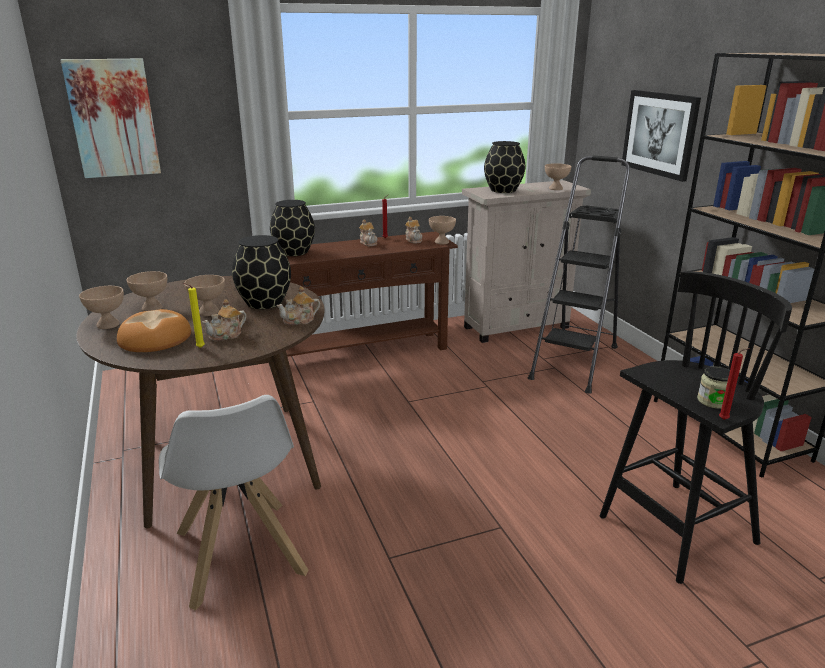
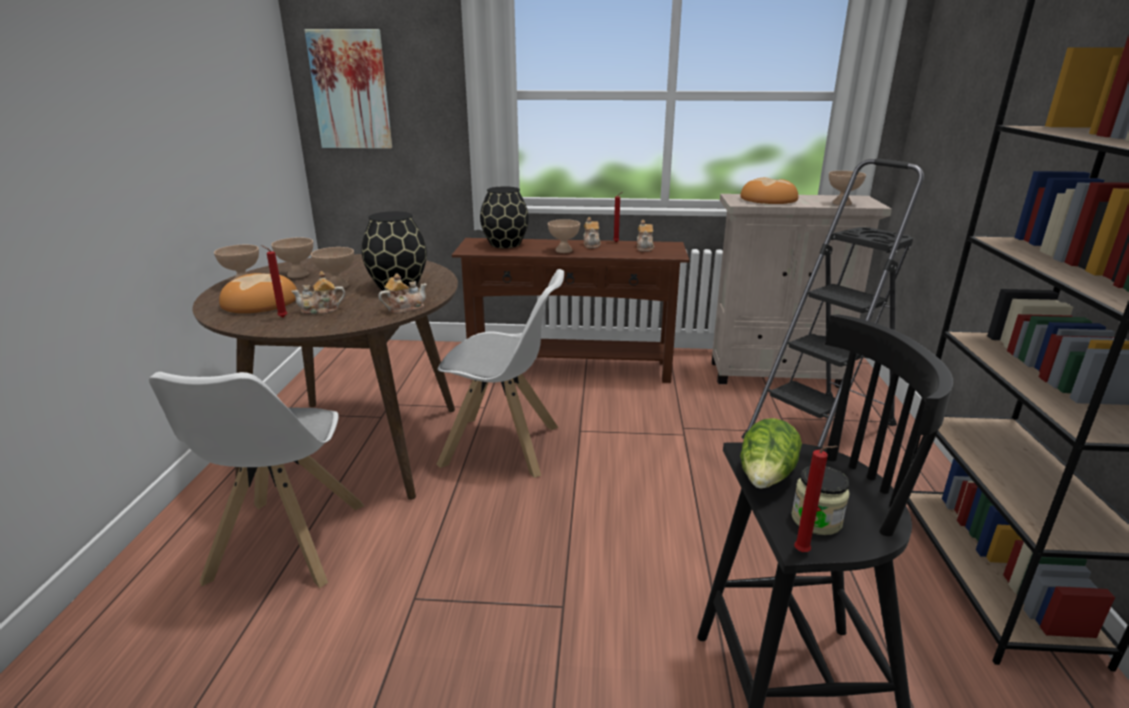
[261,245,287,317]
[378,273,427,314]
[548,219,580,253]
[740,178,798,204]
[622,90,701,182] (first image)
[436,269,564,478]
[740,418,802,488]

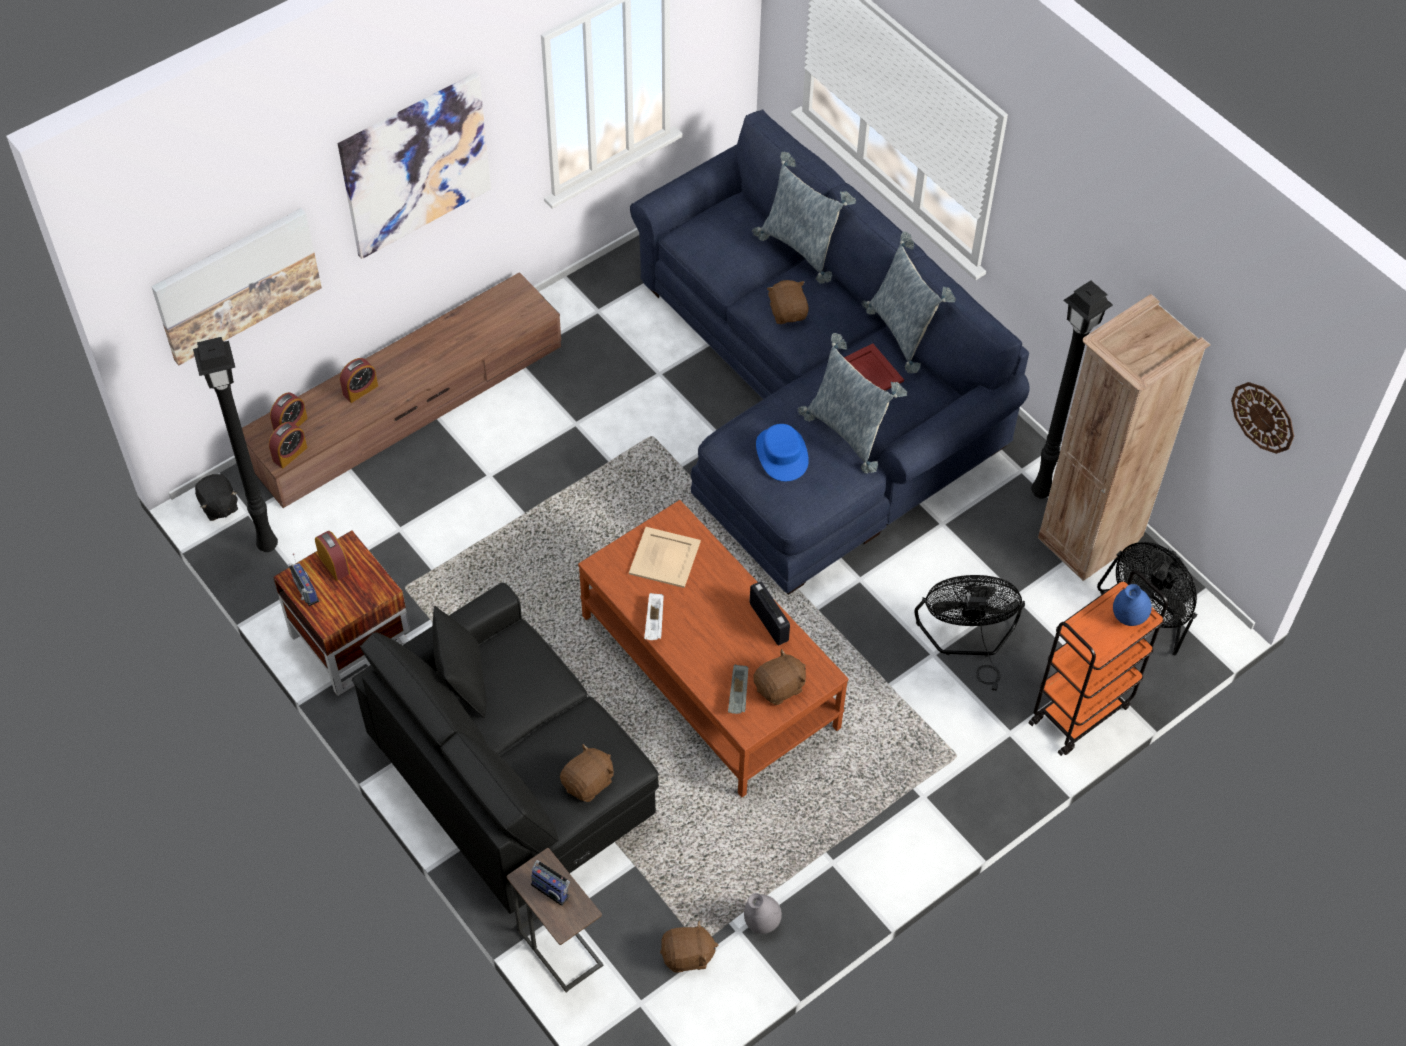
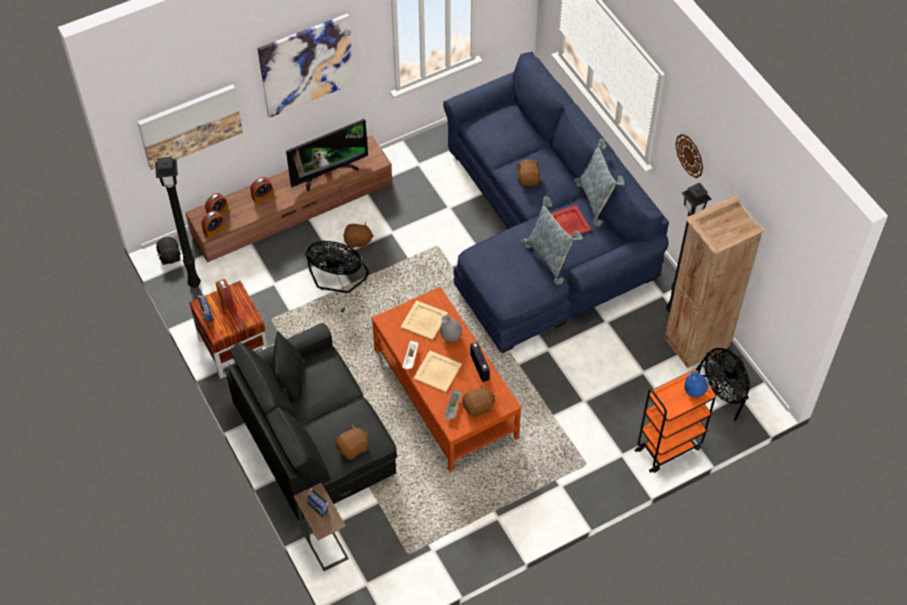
[343,222,374,248]
[440,315,462,342]
[752,152,856,284] (first image)
[756,424,809,481] (first image)
[305,241,369,312]
[675,134,703,178]
[286,119,368,191]
[413,351,462,392]

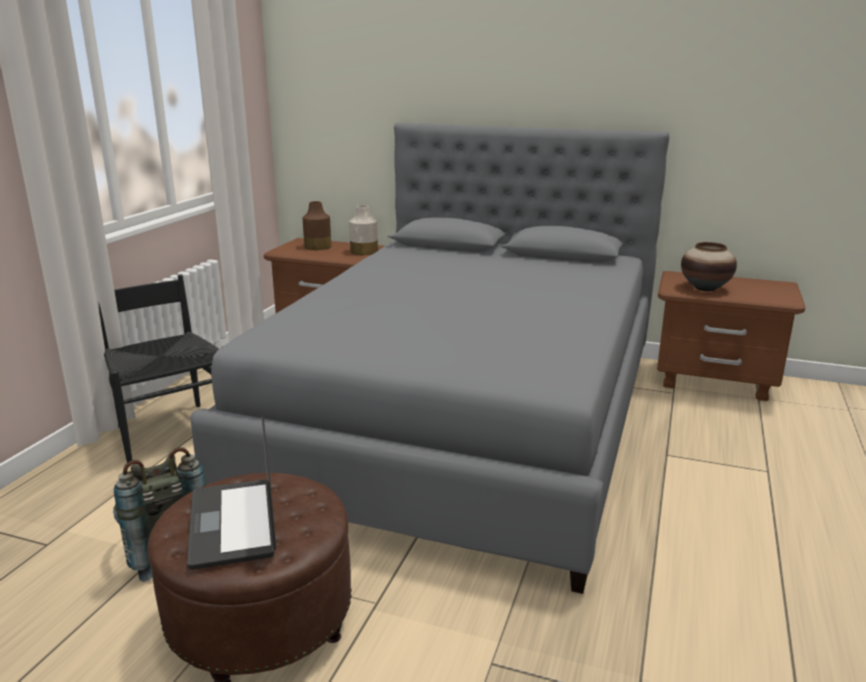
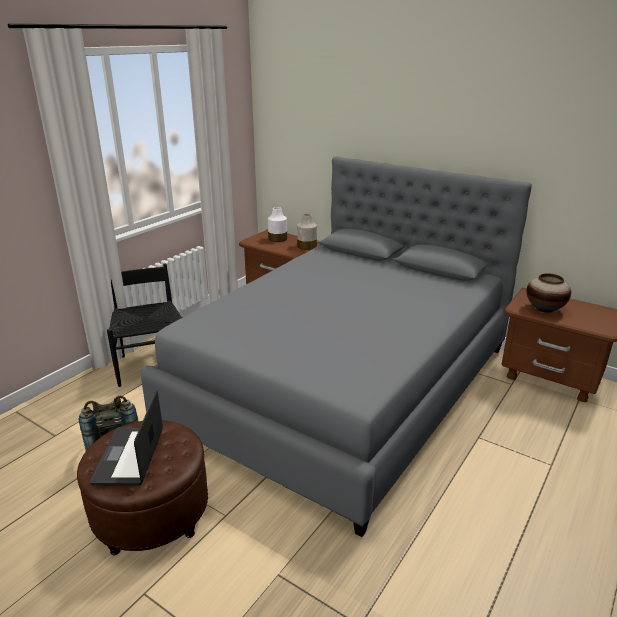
[268,207,287,242]

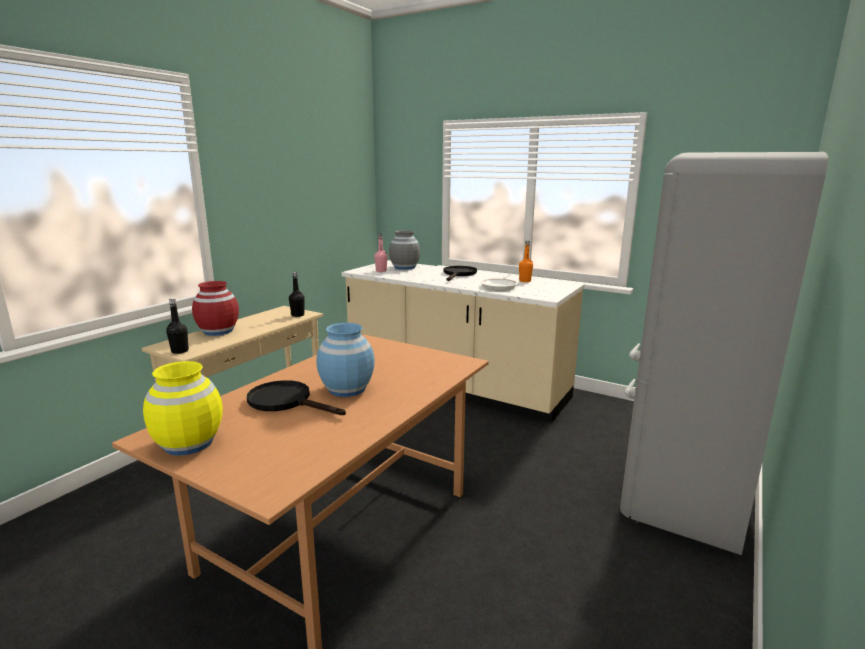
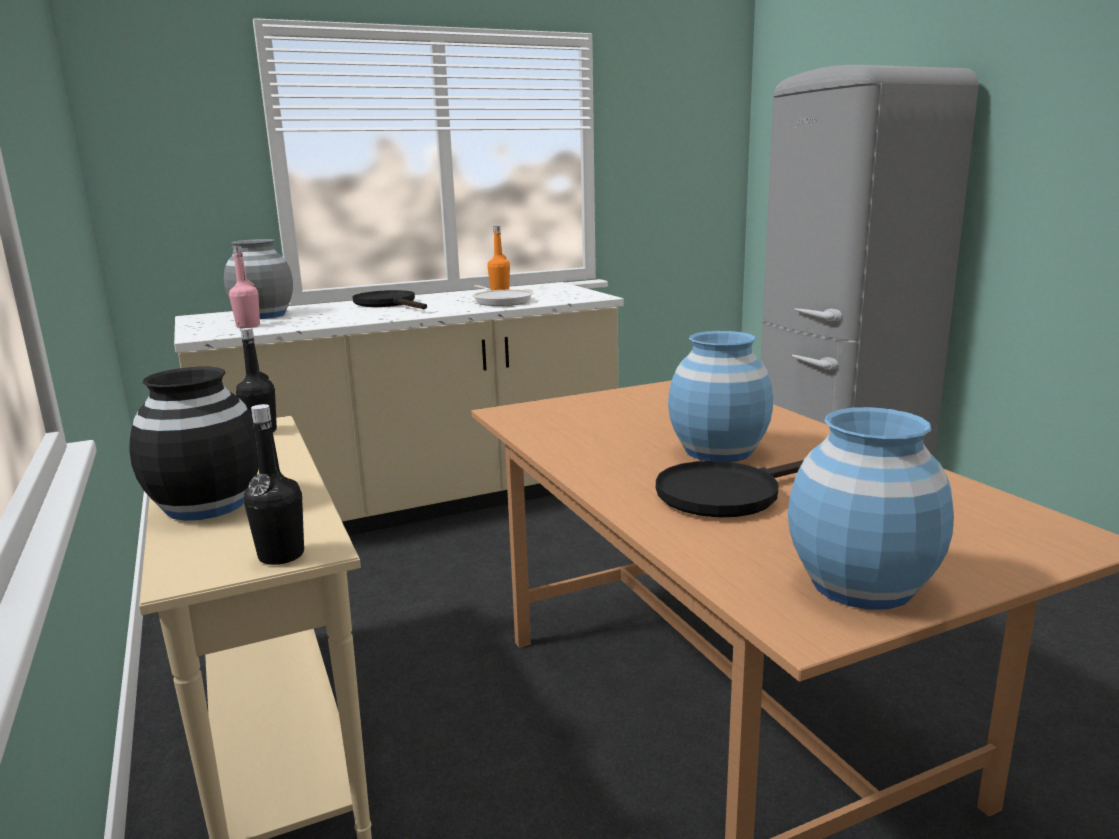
[788,407,954,610]
[129,367,259,521]

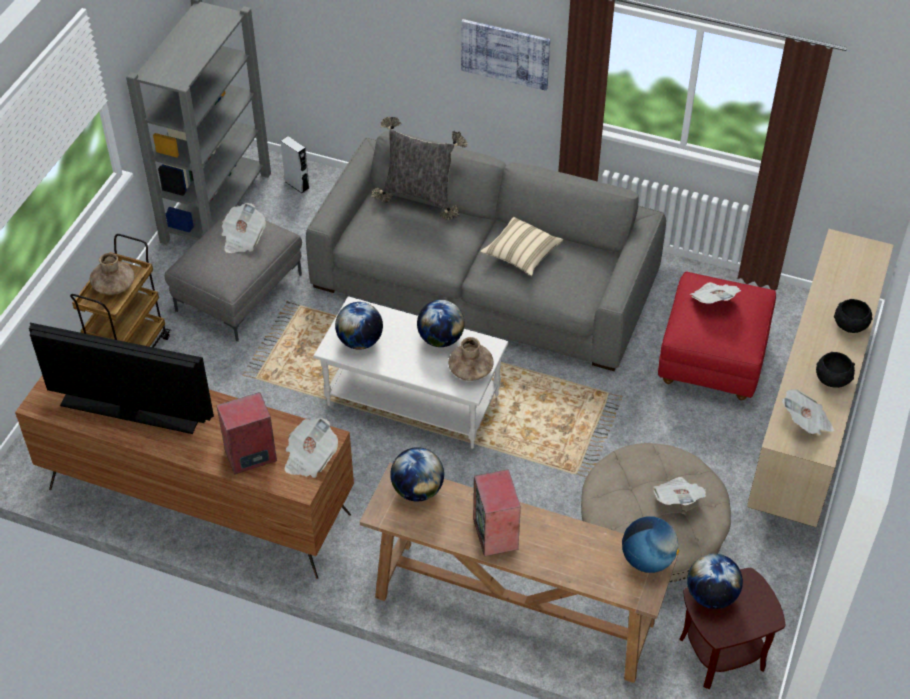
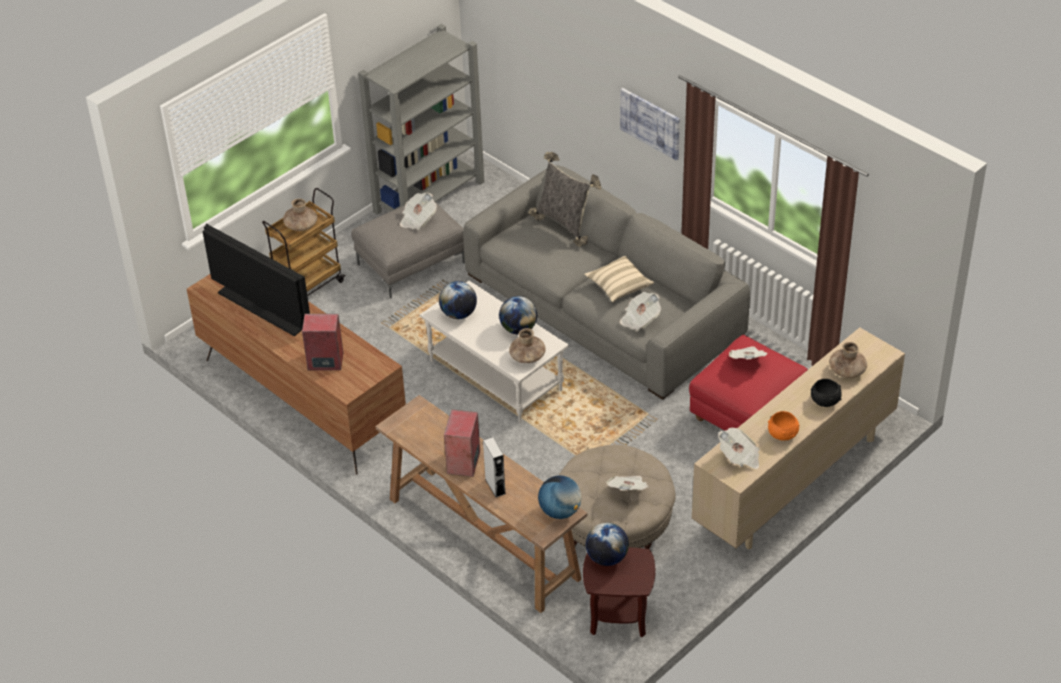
[483,437,506,497]
[620,292,661,331]
[390,447,444,501] (first image)
[768,411,799,441]
[829,342,867,378]

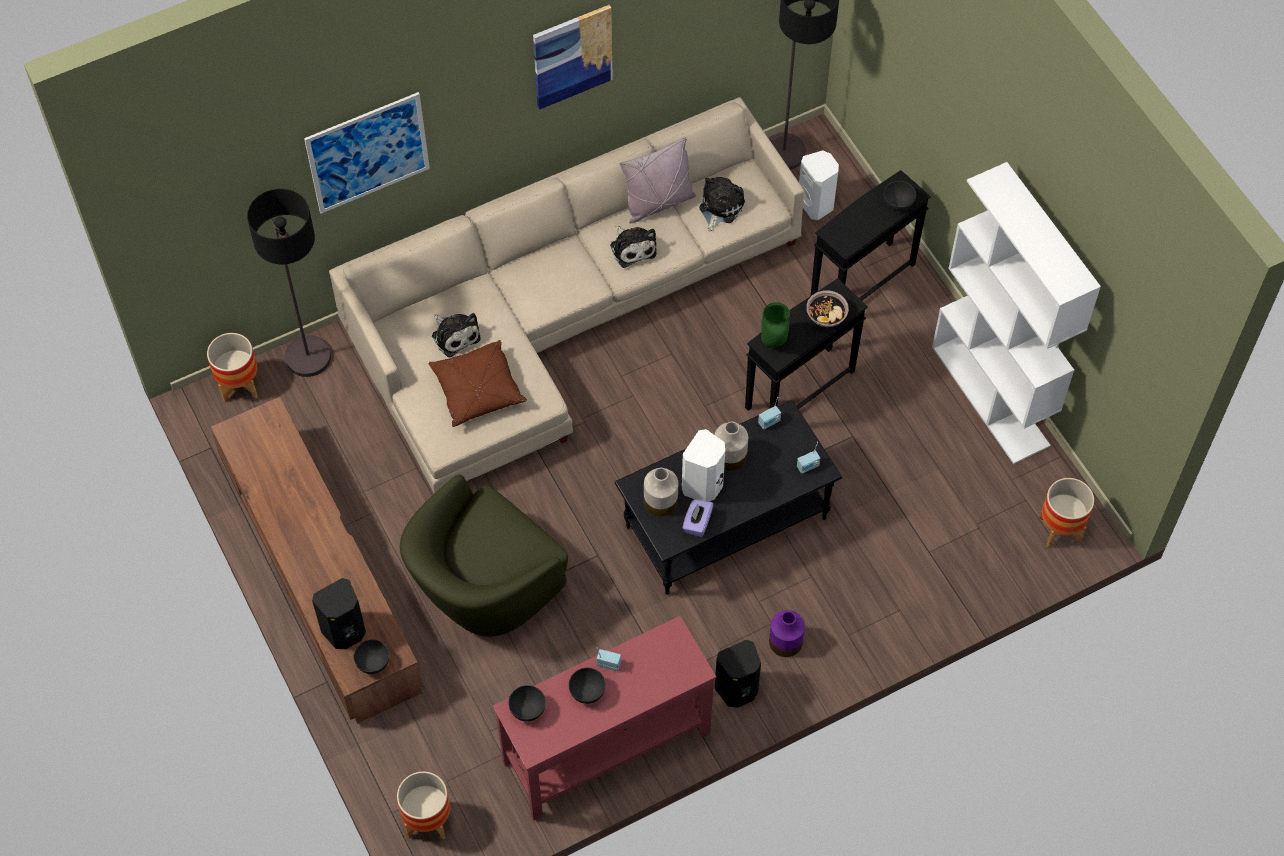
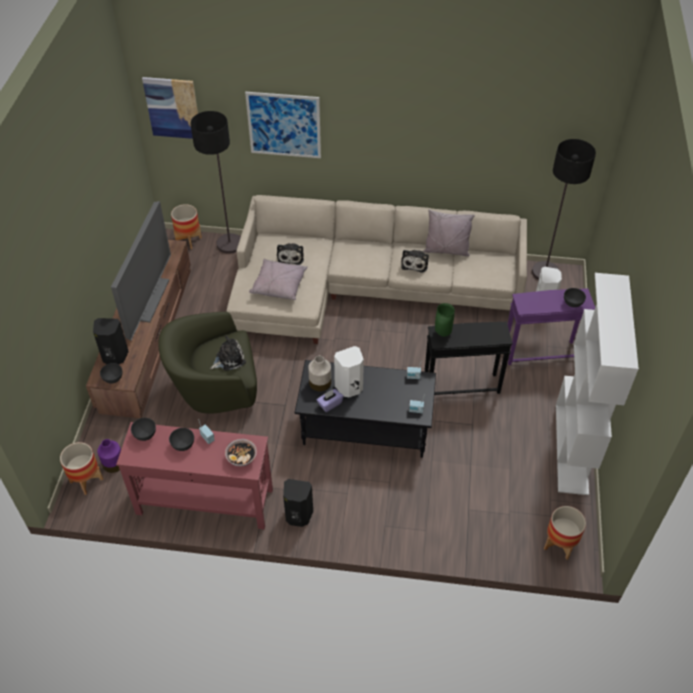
[249,258,308,300]
[142,77,198,139]
[210,336,246,371]
[715,422,748,471] (first image)
[97,439,121,473]
[225,439,257,466]
[508,288,595,365]
[111,201,171,341]

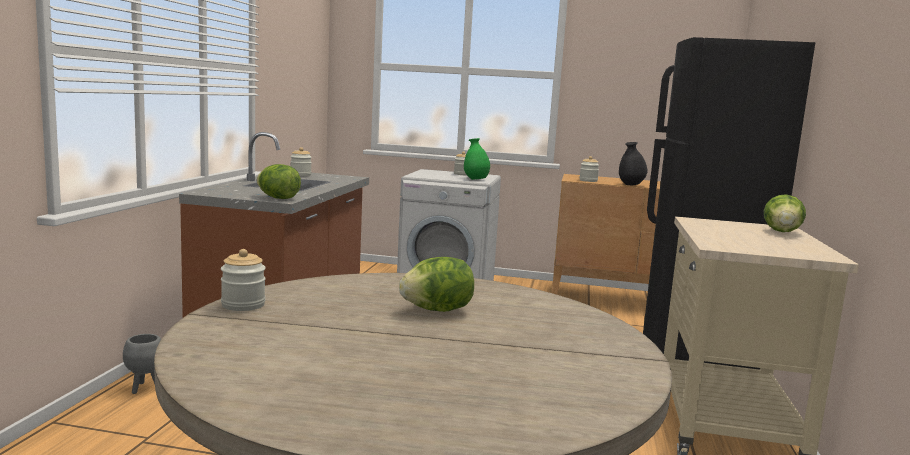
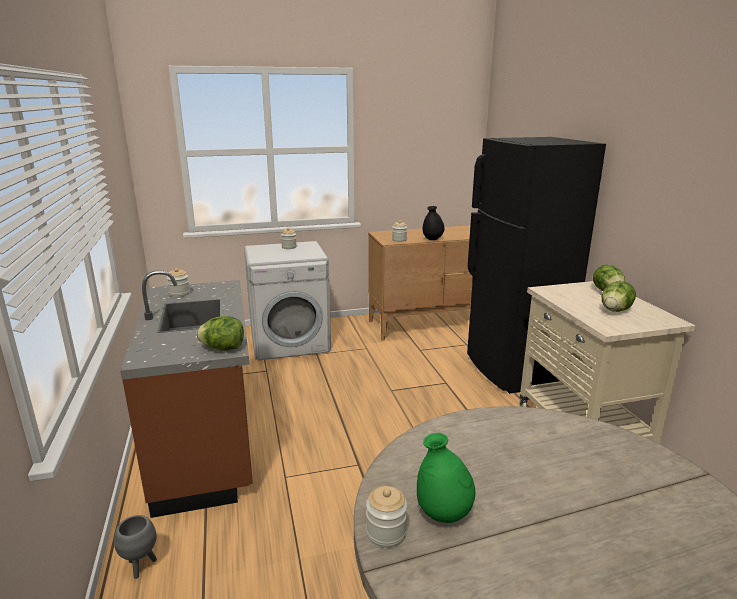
[601,281,636,312]
[417,433,475,523]

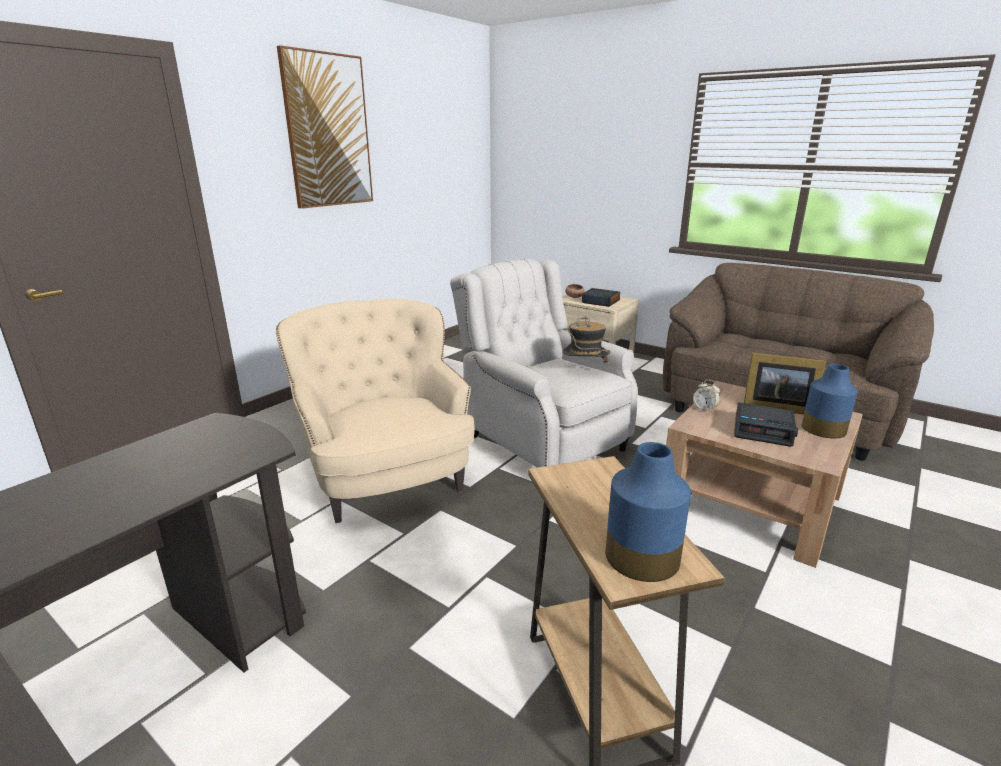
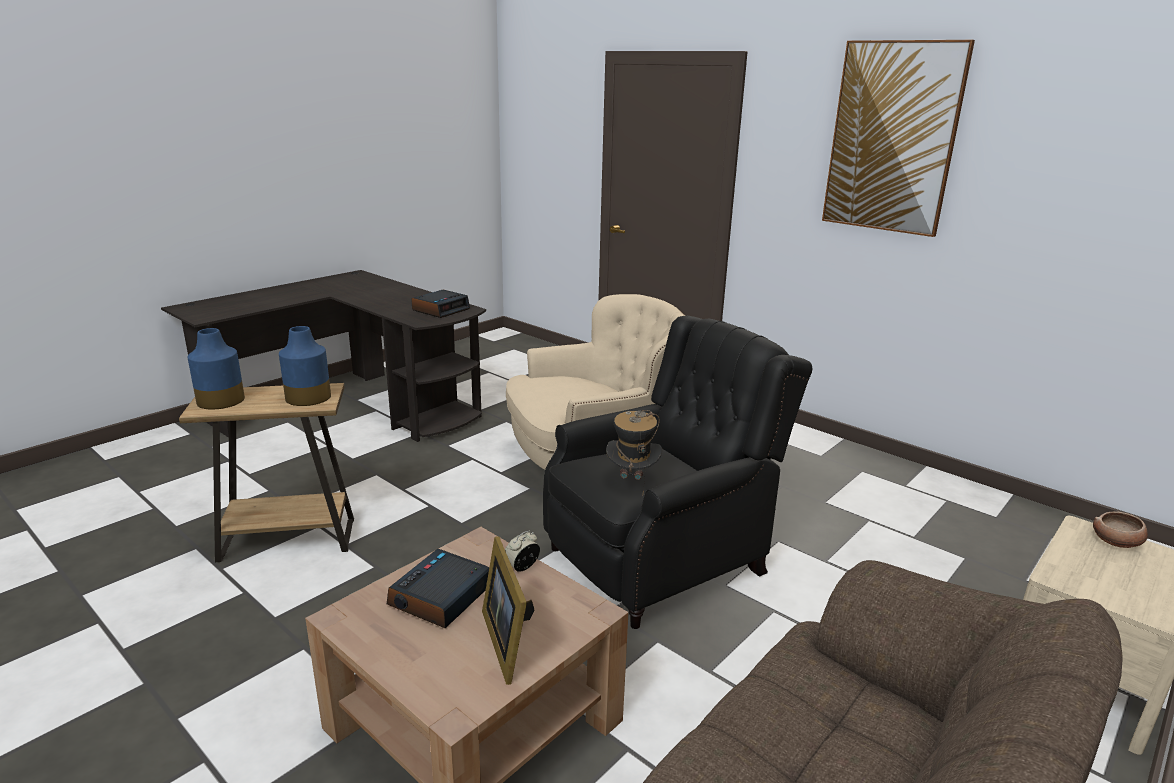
[543,316,812,629]
[411,290,470,318]
[482,537,534,685]
[279,326,331,406]

